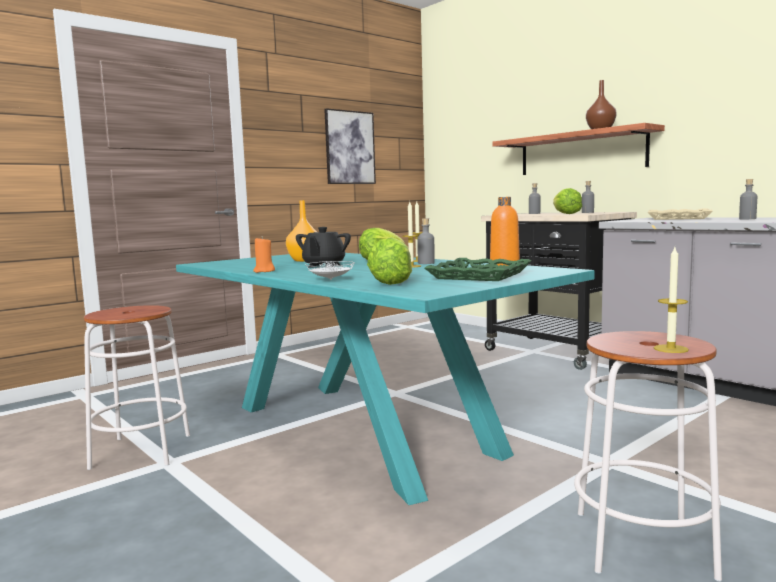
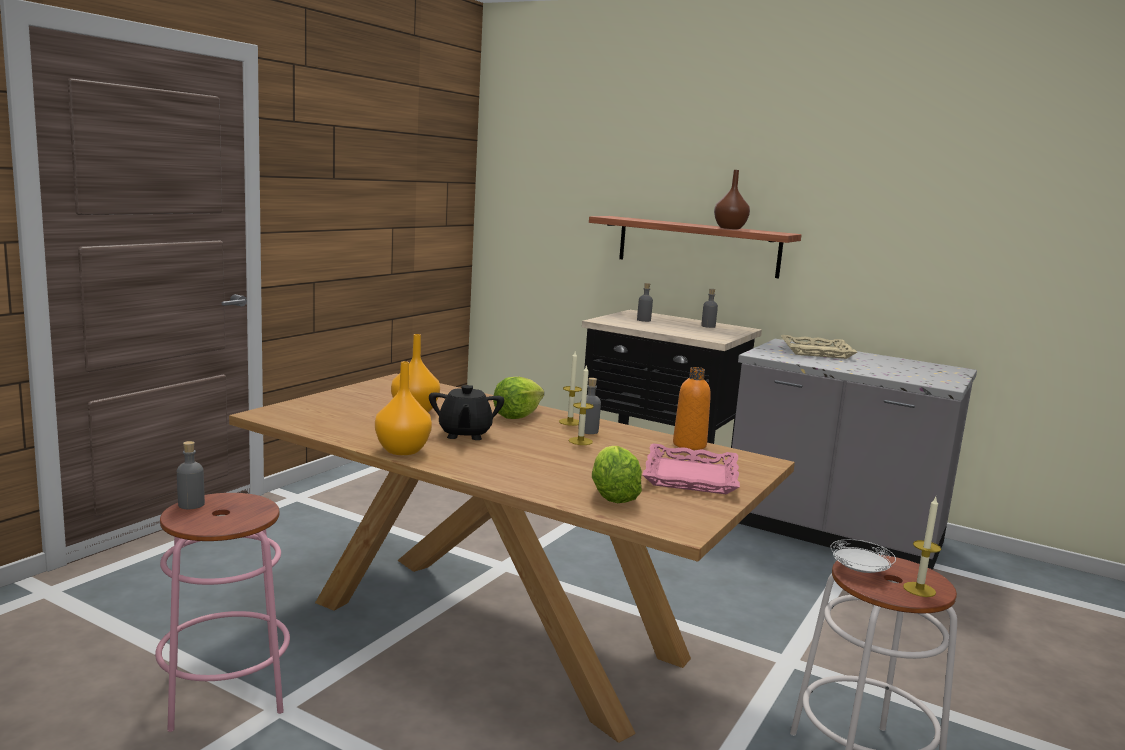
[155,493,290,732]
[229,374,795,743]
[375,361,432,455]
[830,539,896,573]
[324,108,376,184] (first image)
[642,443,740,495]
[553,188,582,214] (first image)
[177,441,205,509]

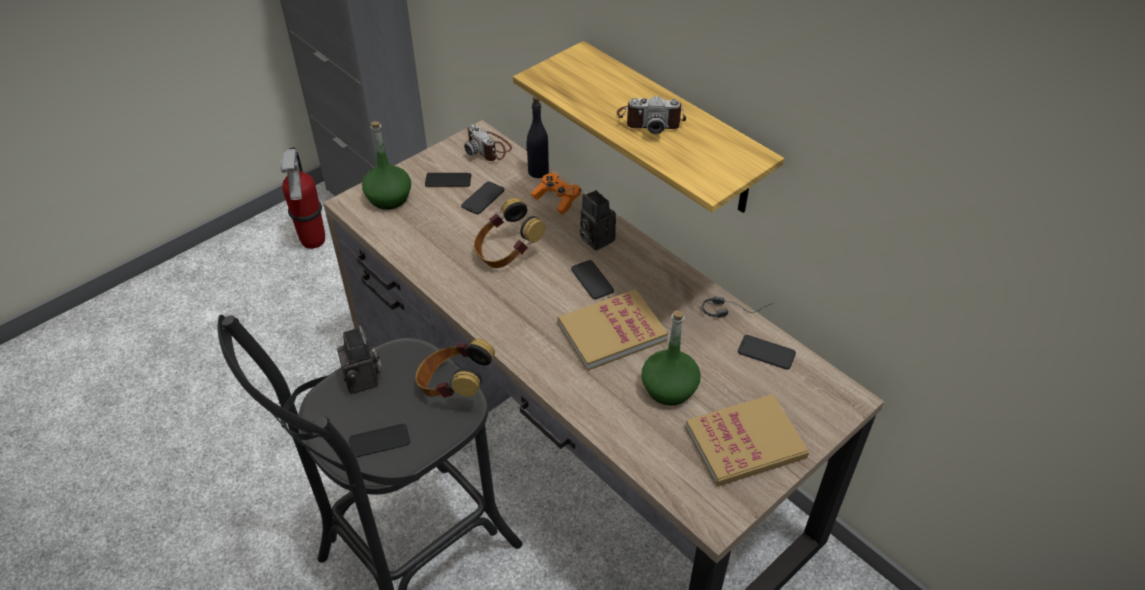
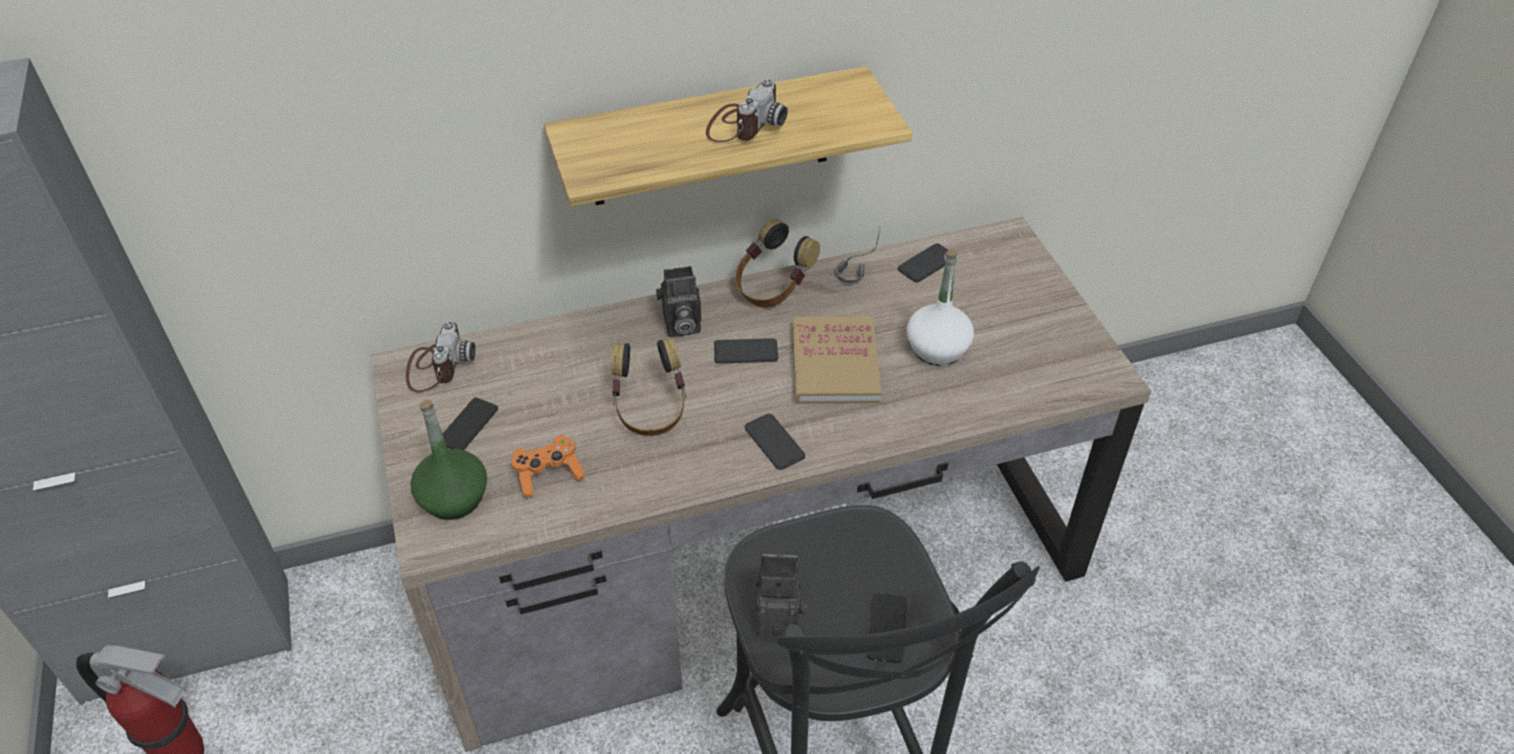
[735,219,820,308]
[745,414,805,470]
[406,322,476,392]
[526,97,549,178] (first image)
[511,435,585,498]
[907,250,974,366]
[685,394,809,487] (first image)

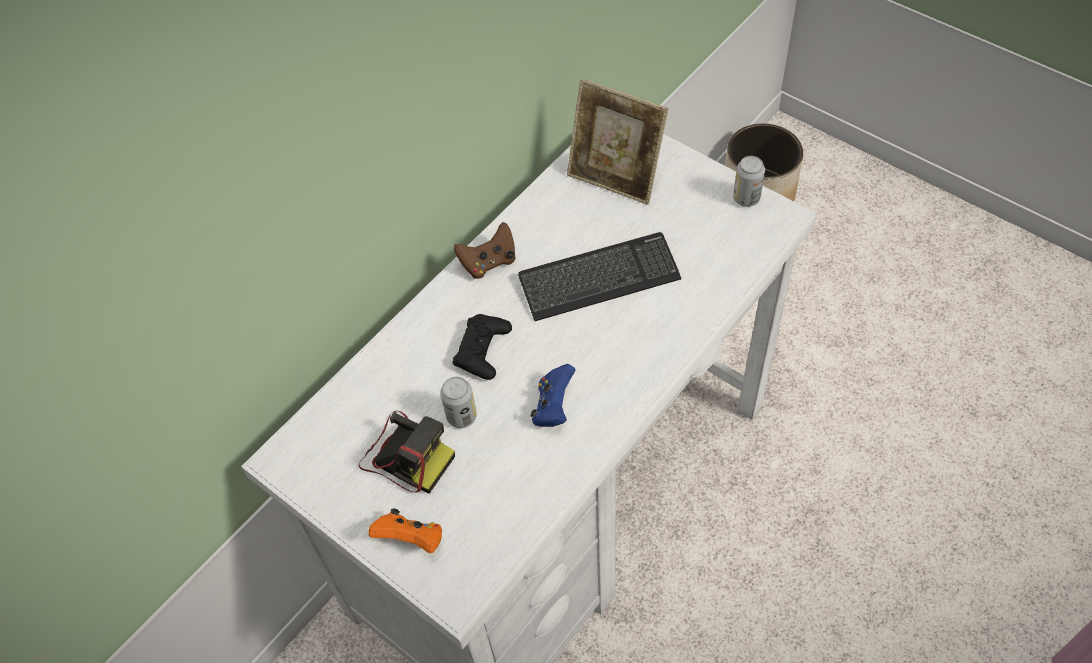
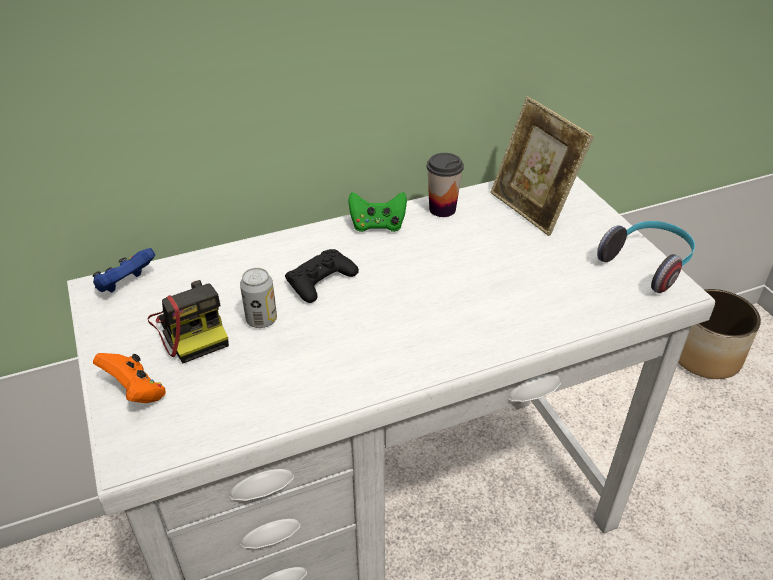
[348,192,407,232]
[518,232,681,321] (first image)
[92,248,156,293]
[597,221,695,293]
[427,153,464,217]

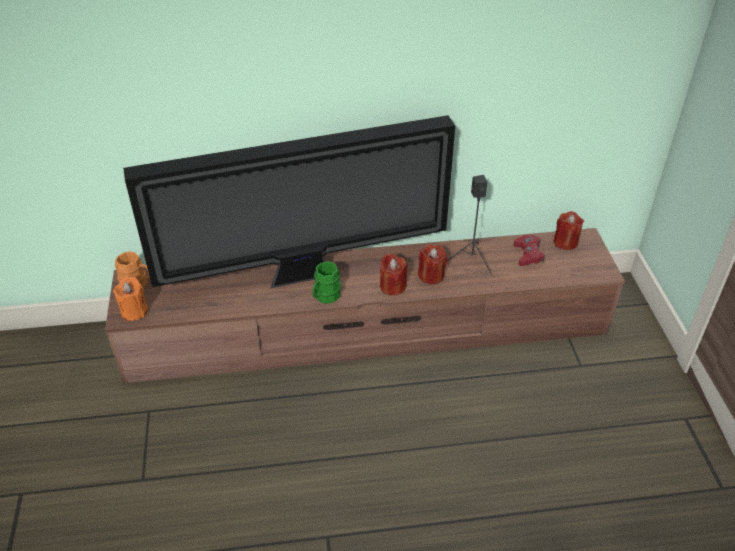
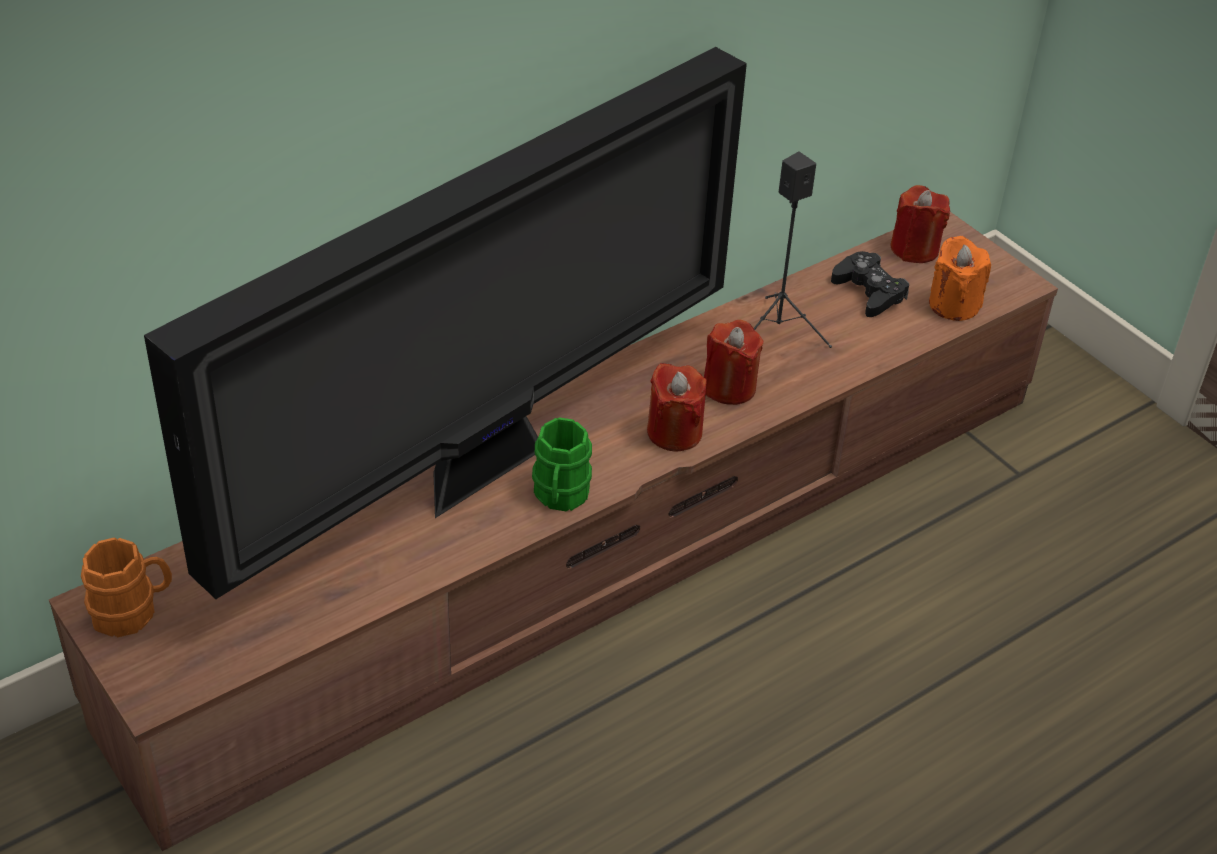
[929,236,991,321]
[831,251,909,317]

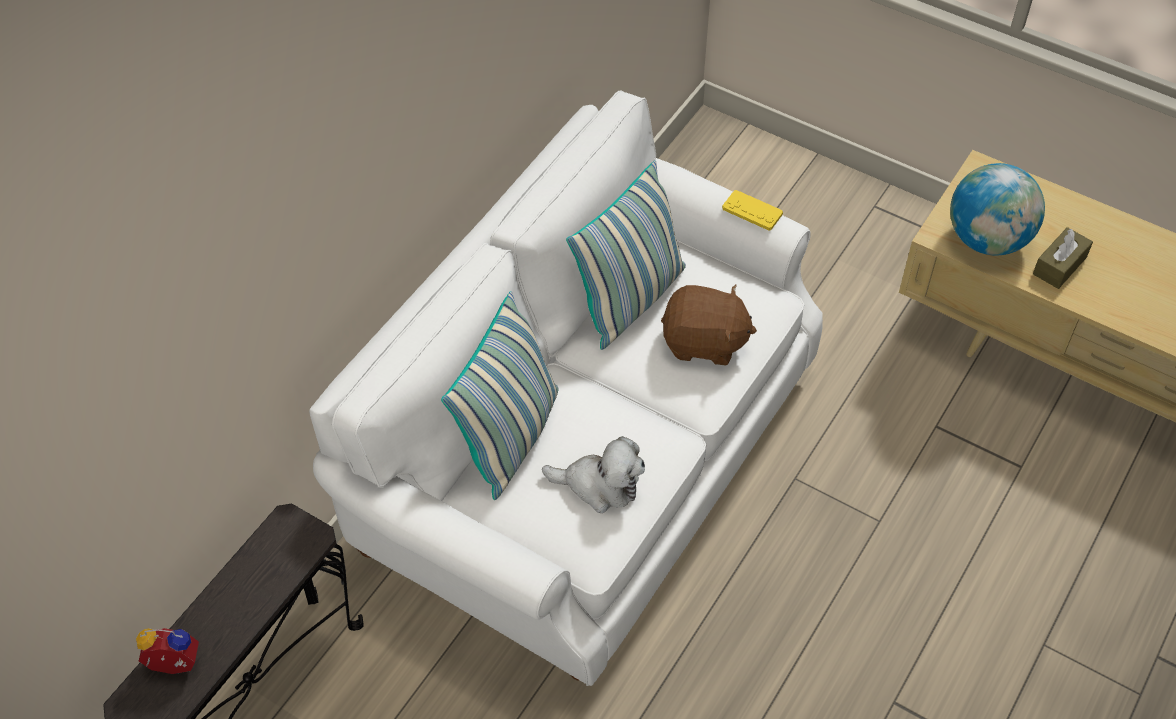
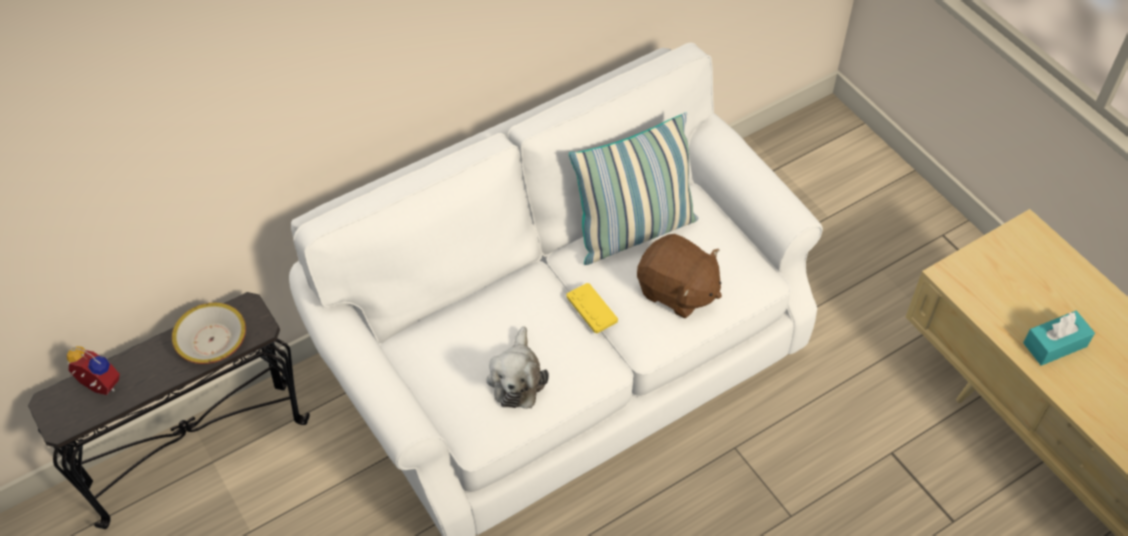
[441,291,558,500] (first image)
[486,326,549,409]
[566,283,618,333]
[950,163,1045,256] (first image)
[1023,311,1095,366]
[172,303,246,364]

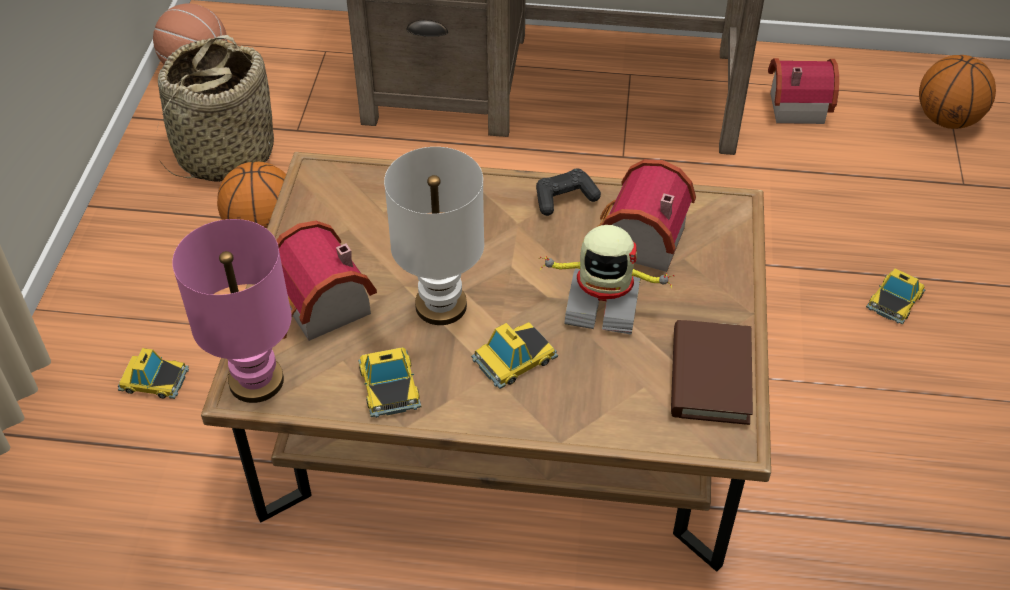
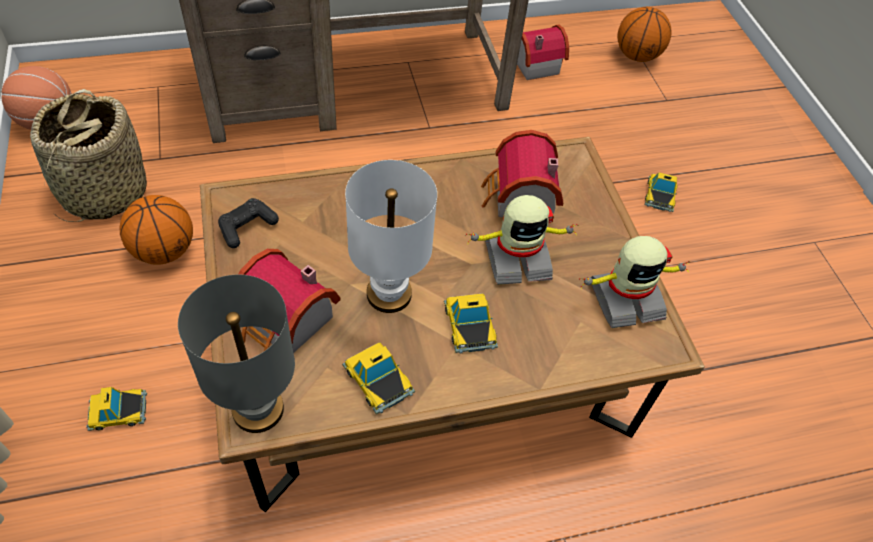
[178,275,295,433]
[444,293,498,354]
[218,198,279,248]
[579,236,691,328]

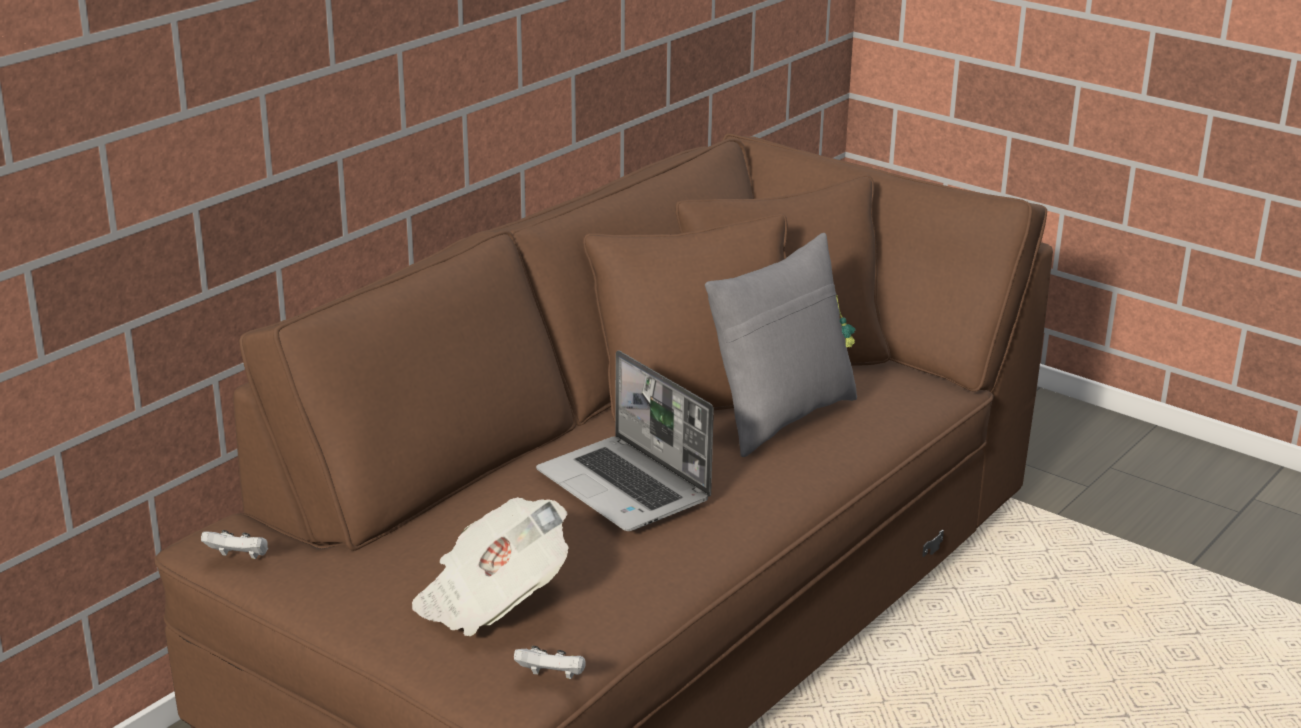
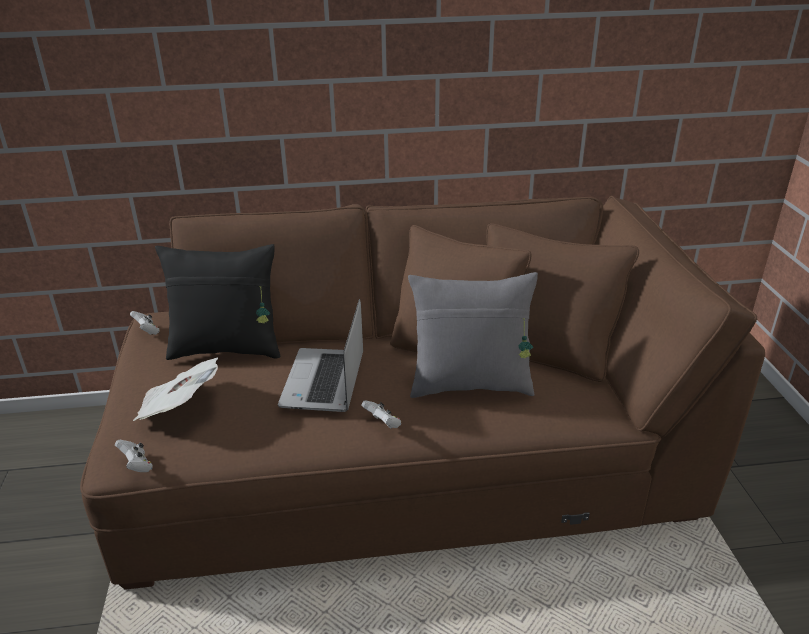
[155,244,281,360]
[361,400,401,429]

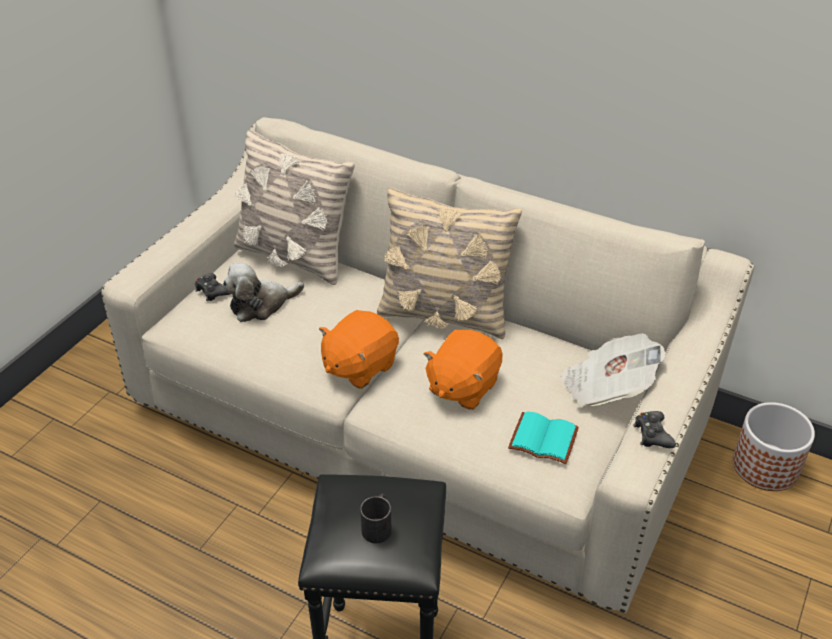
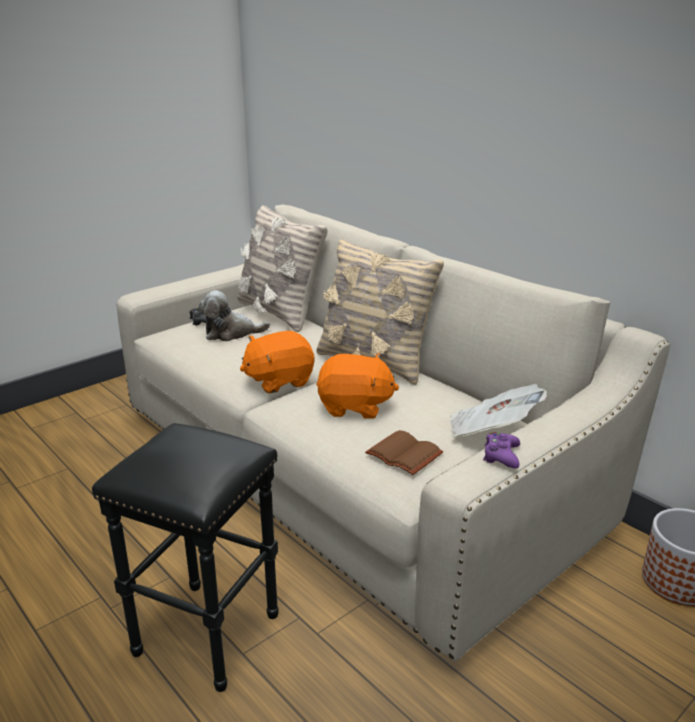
[360,494,392,543] (first image)
[316,353,399,419]
[365,430,443,475]
[483,432,520,469]

